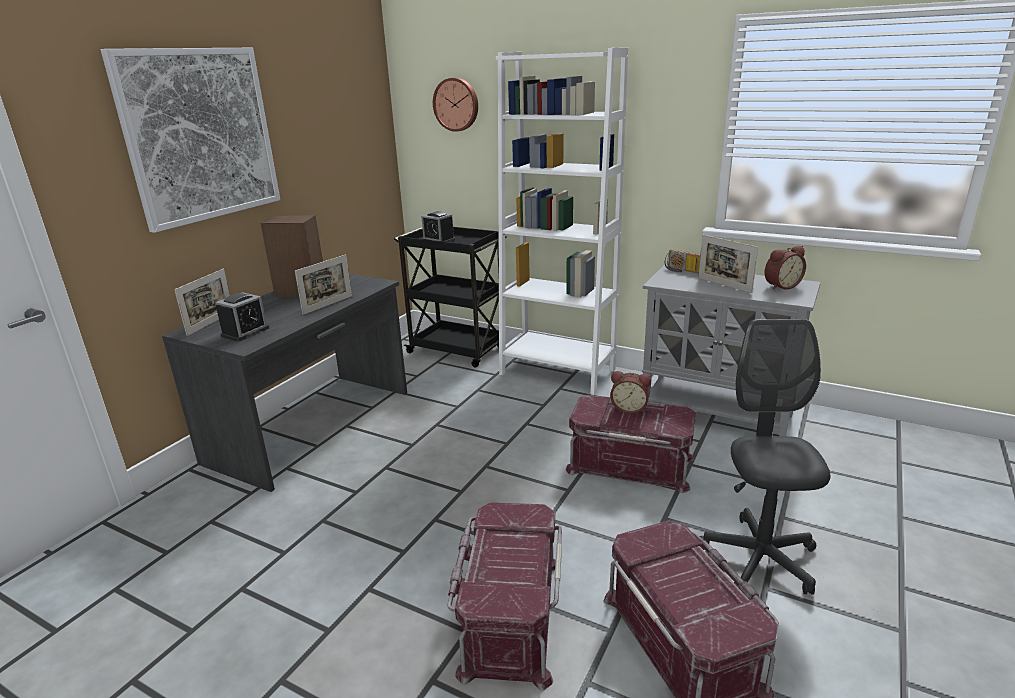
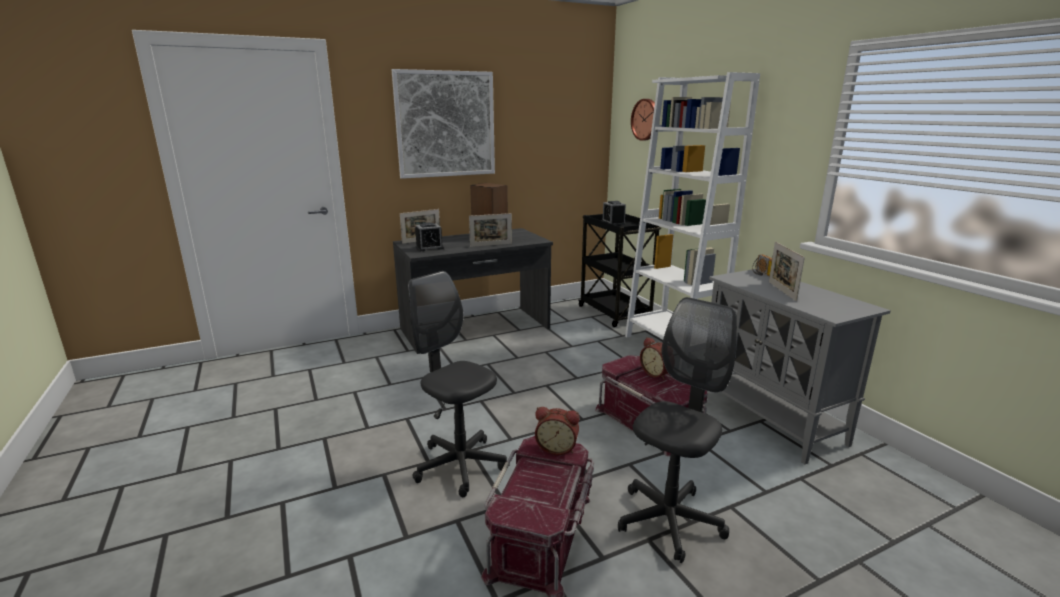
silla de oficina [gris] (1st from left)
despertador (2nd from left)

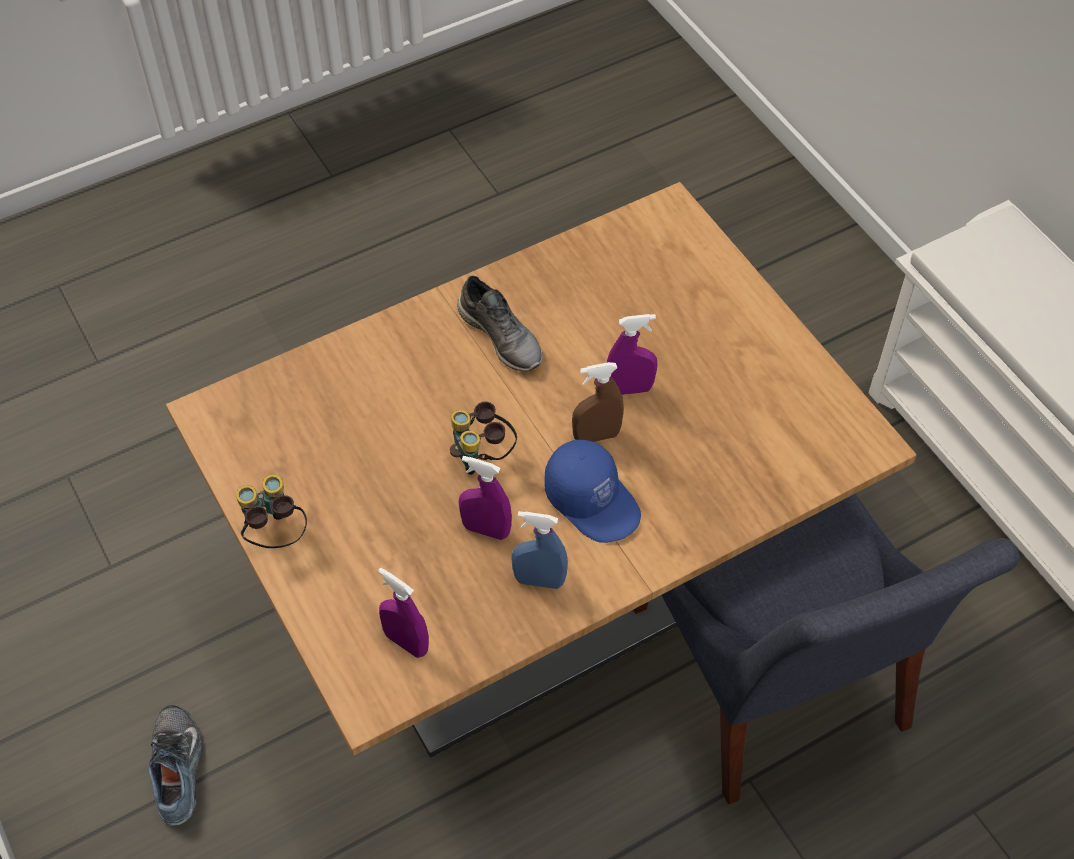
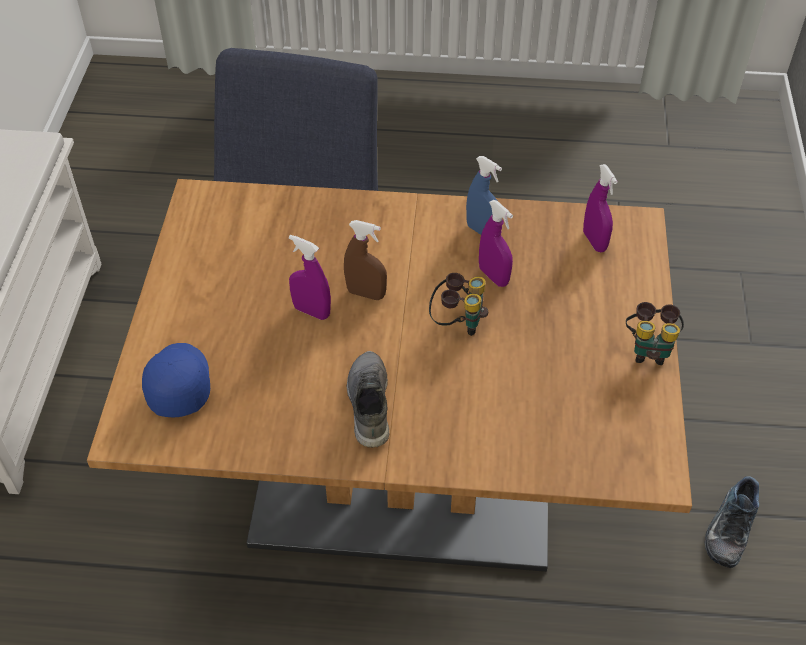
gorra [azul]

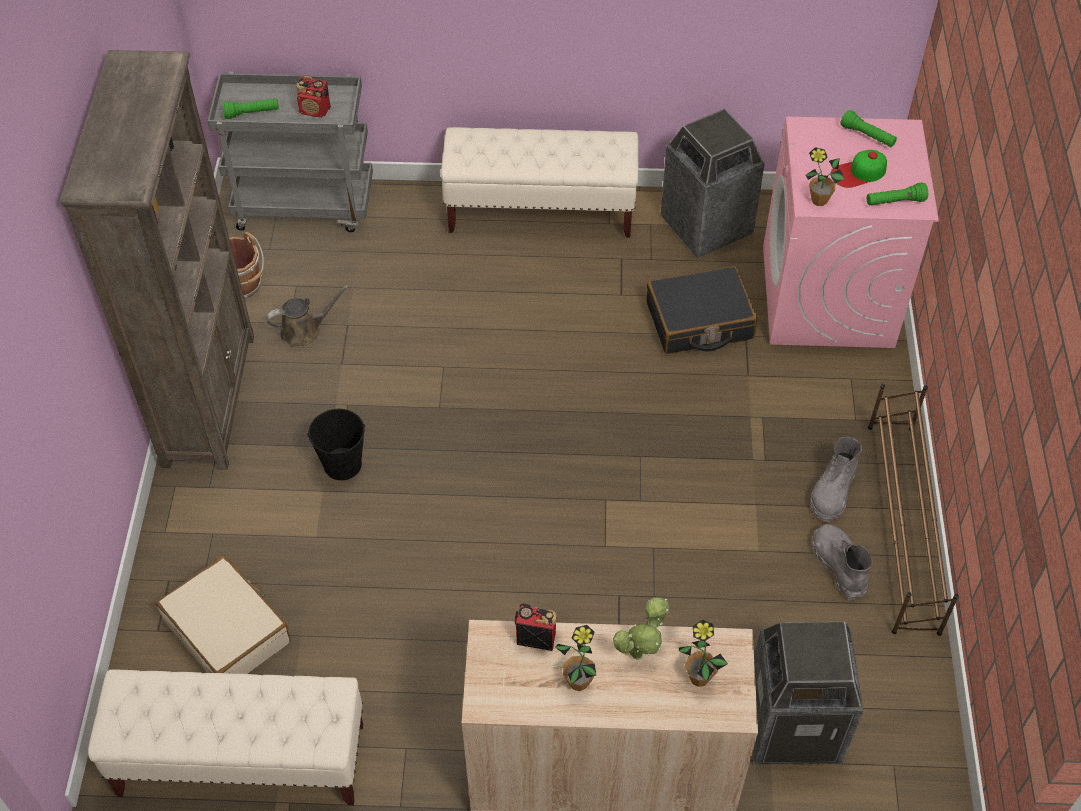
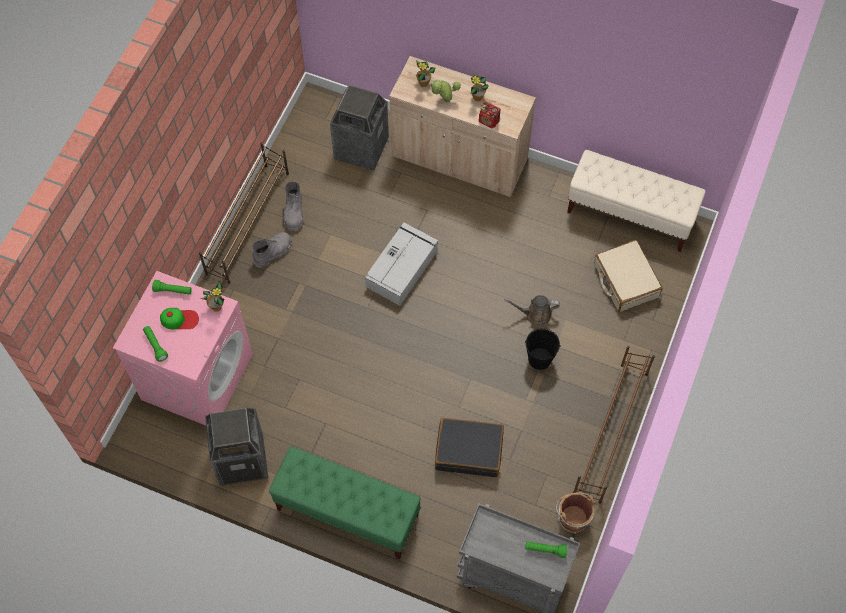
banco [verde]
caja de almacenaje [gris]
maleta [negro]
regadera [marrón]
zapatero [marrón] (2nd from left)
radio (1st from left in the first image)

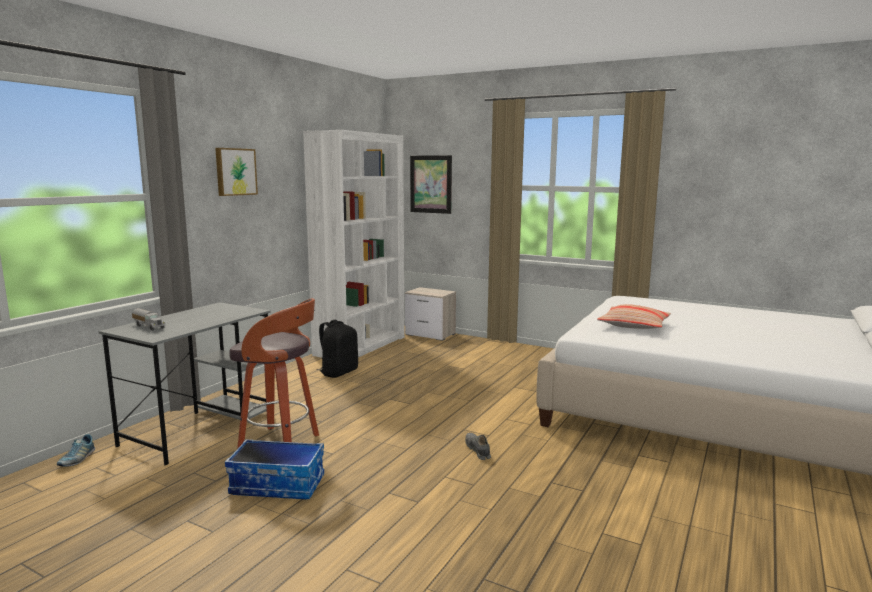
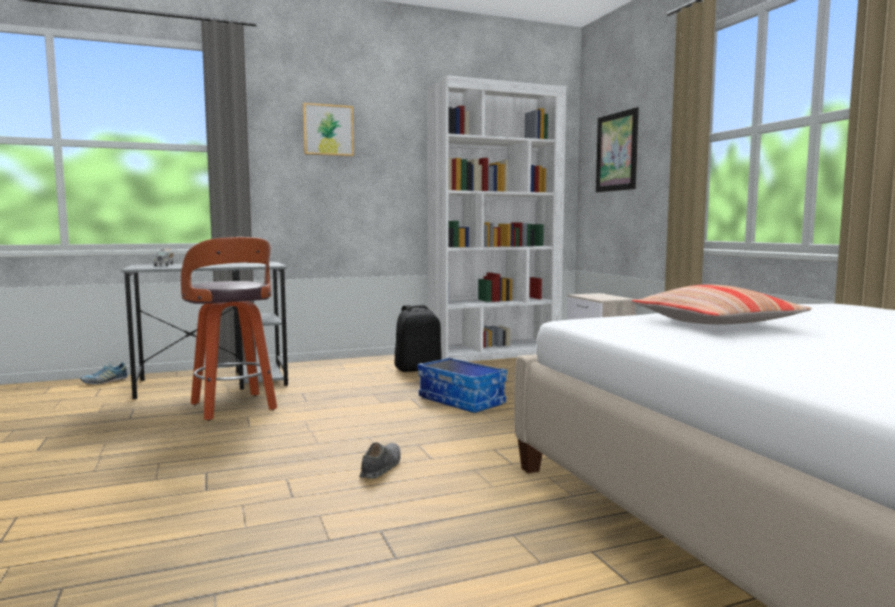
caja de almacenaje

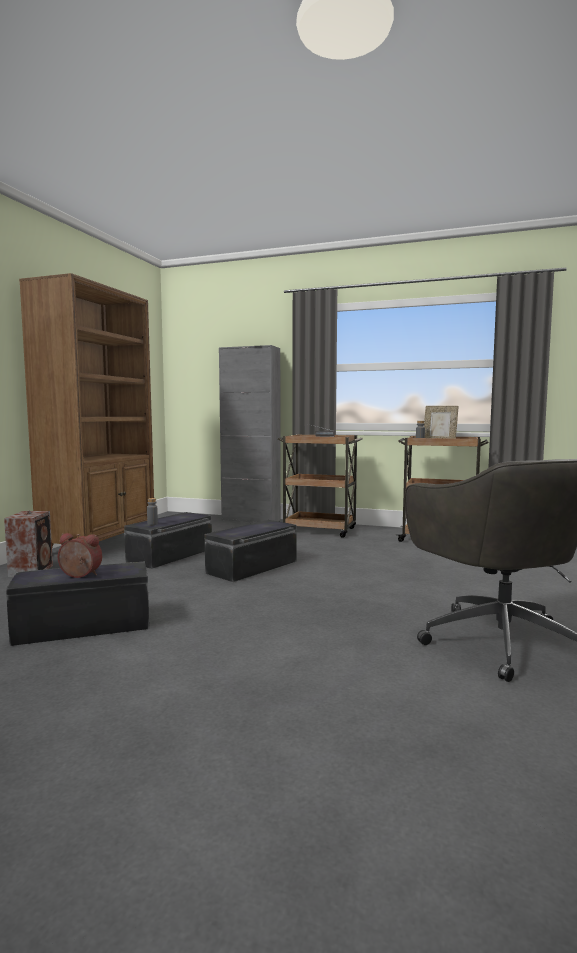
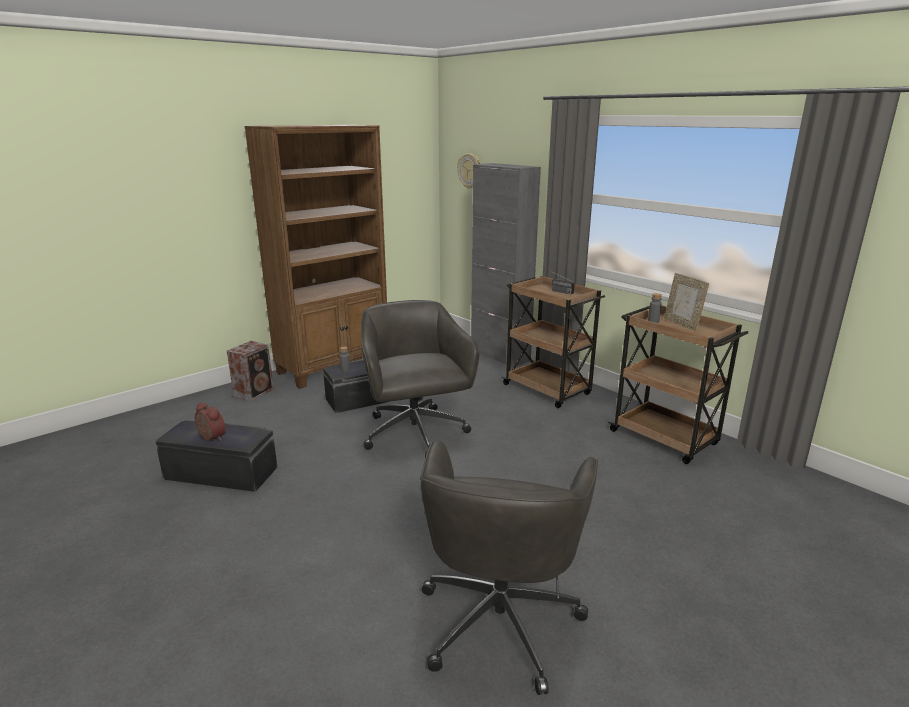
silla de oficina [gris] (1st from left)
reloj de pared

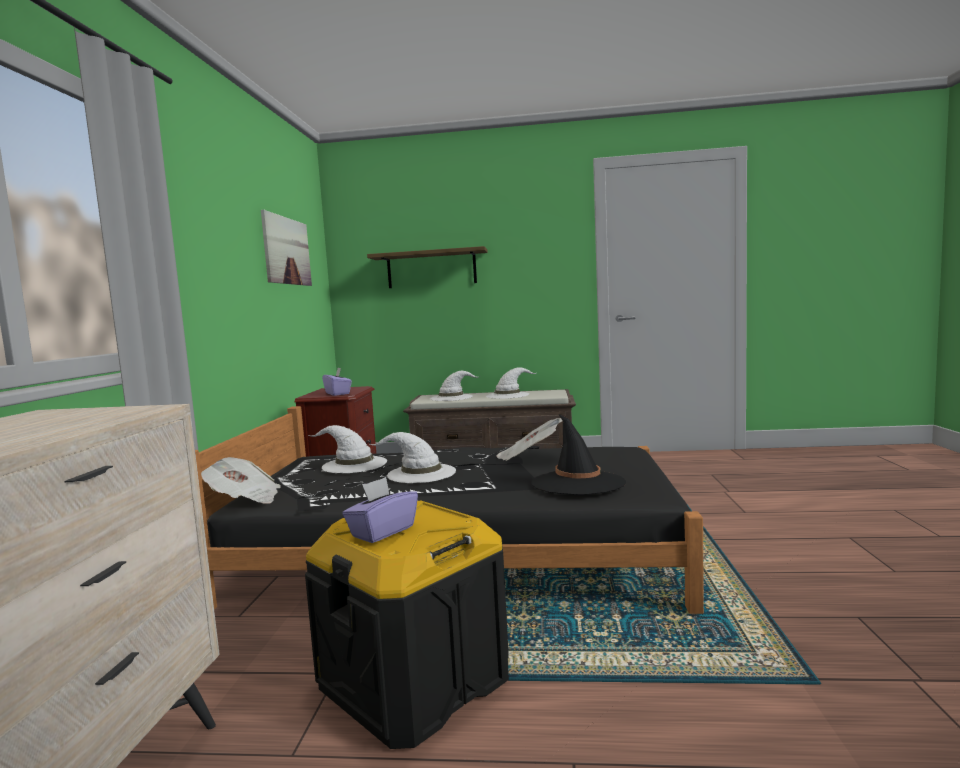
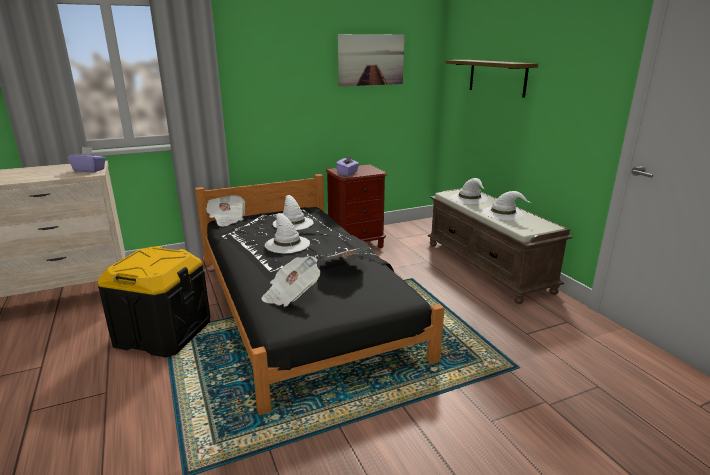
caja de pañuelos [morado] (1st from left)
periódico (2nd from left)

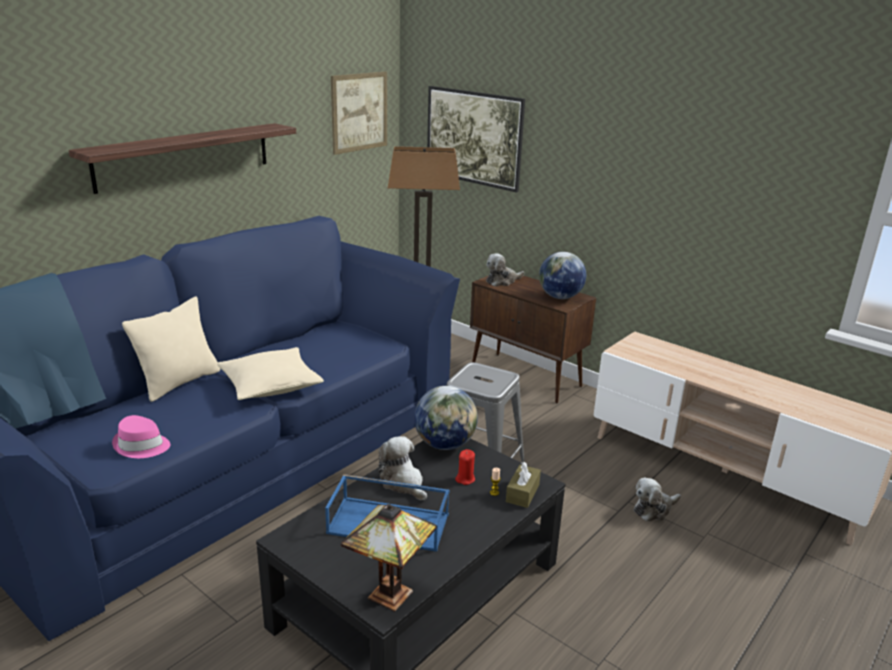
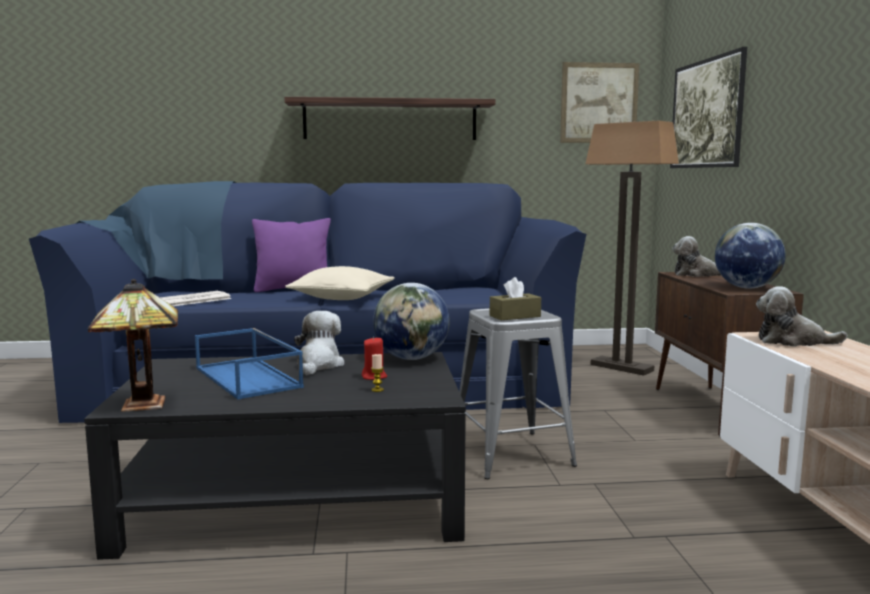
periódico
cojín [morado]
caja de pañuelos [marrón]
peluche (3rd from left)

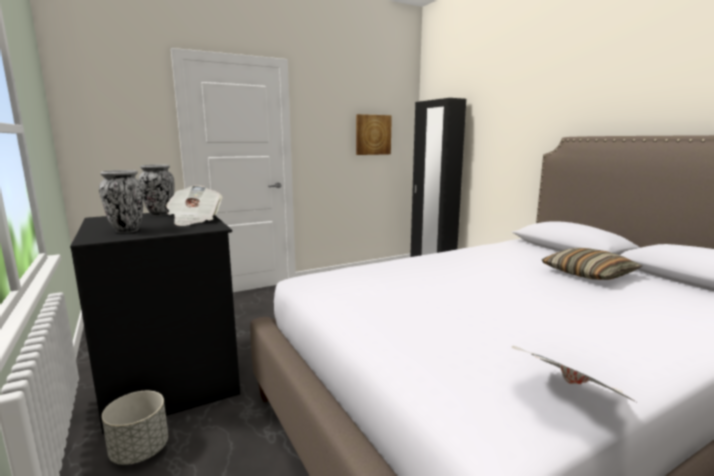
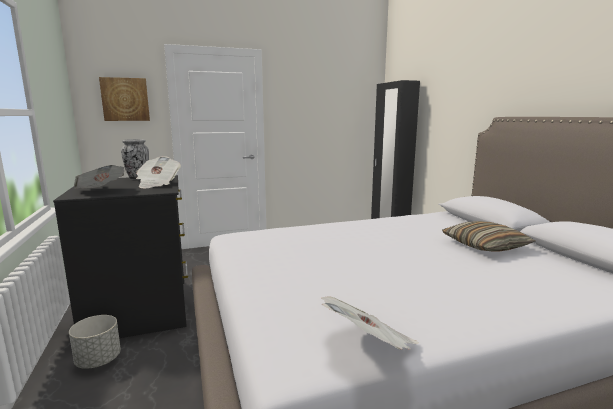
periódico (1st from left)
cuadro

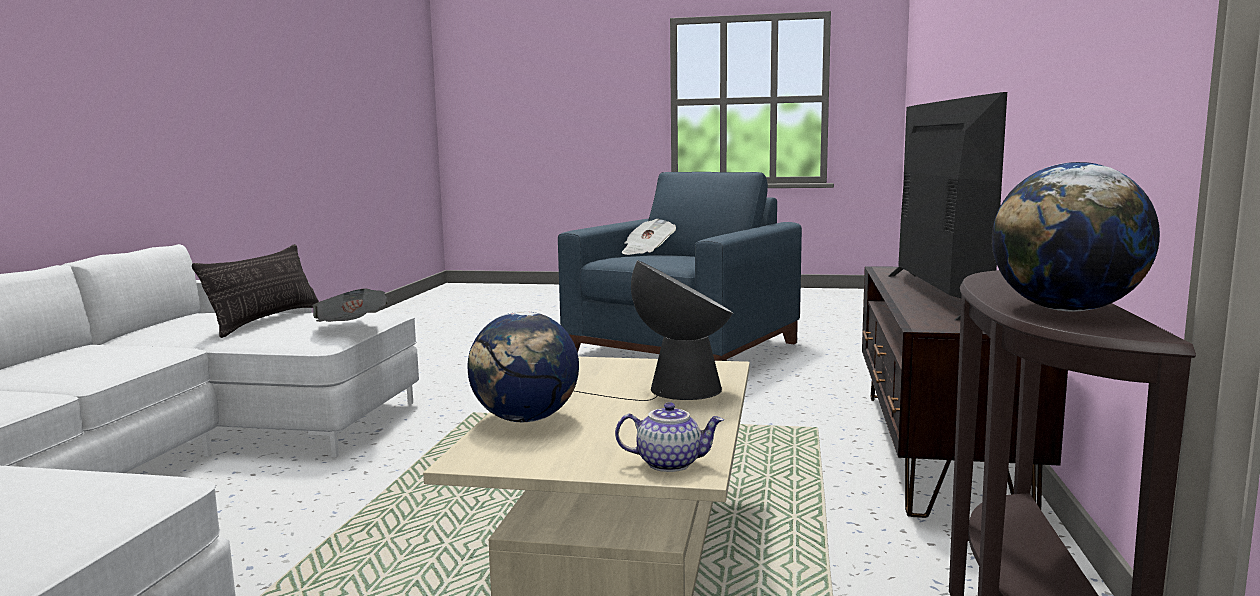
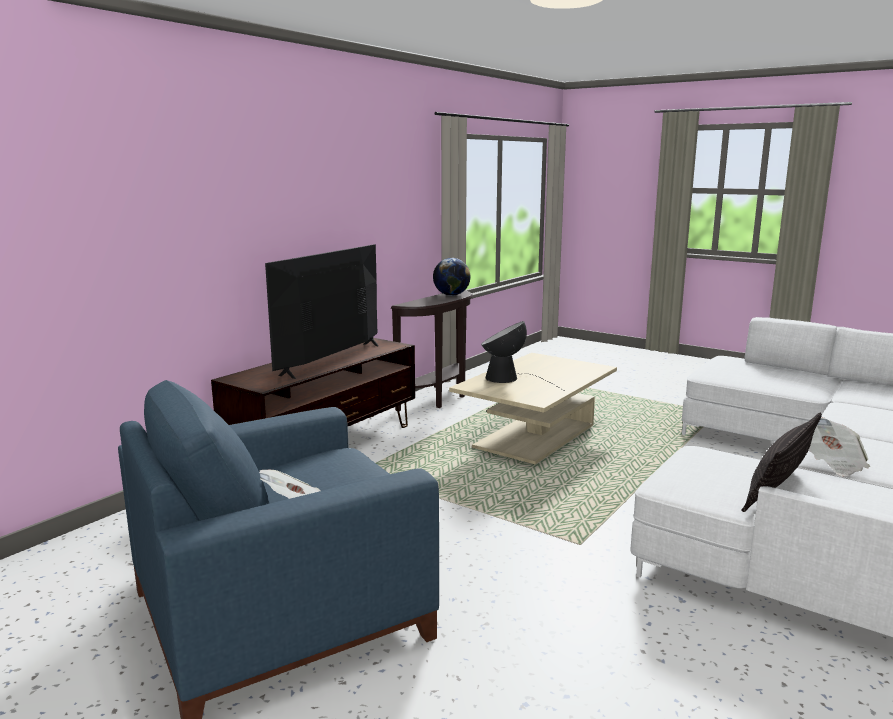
periódico (2nd from left)
globo terráqueo (1st from left in the first image)
tetera

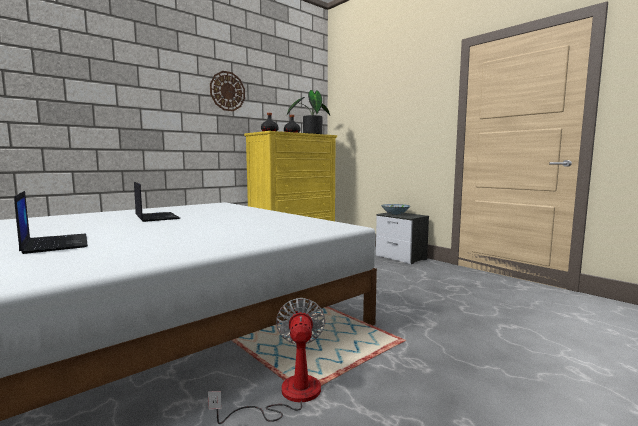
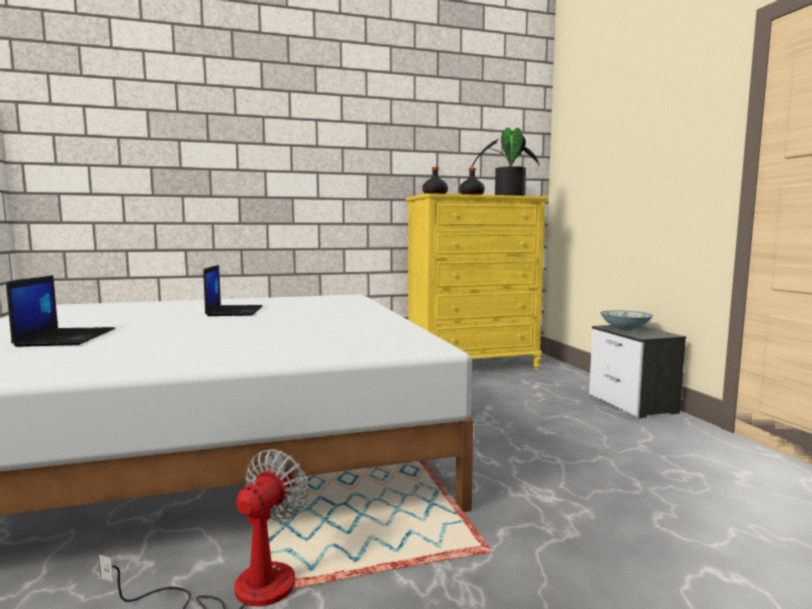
reloj de pared

